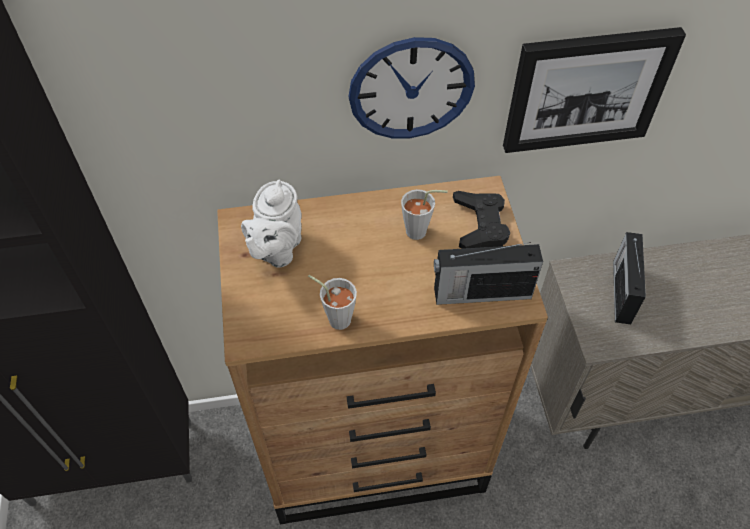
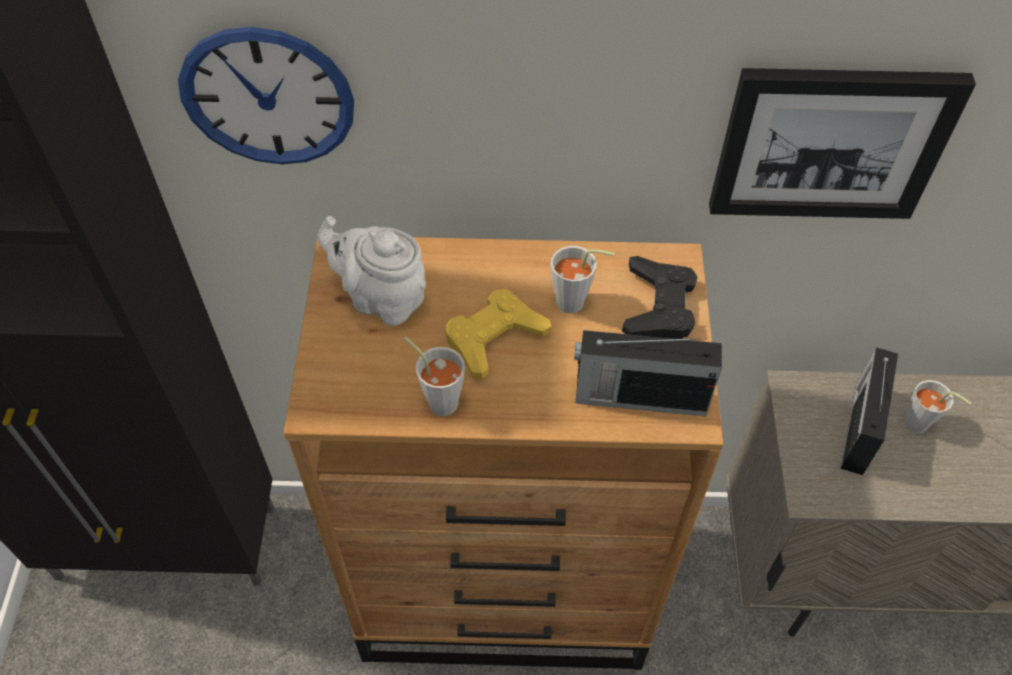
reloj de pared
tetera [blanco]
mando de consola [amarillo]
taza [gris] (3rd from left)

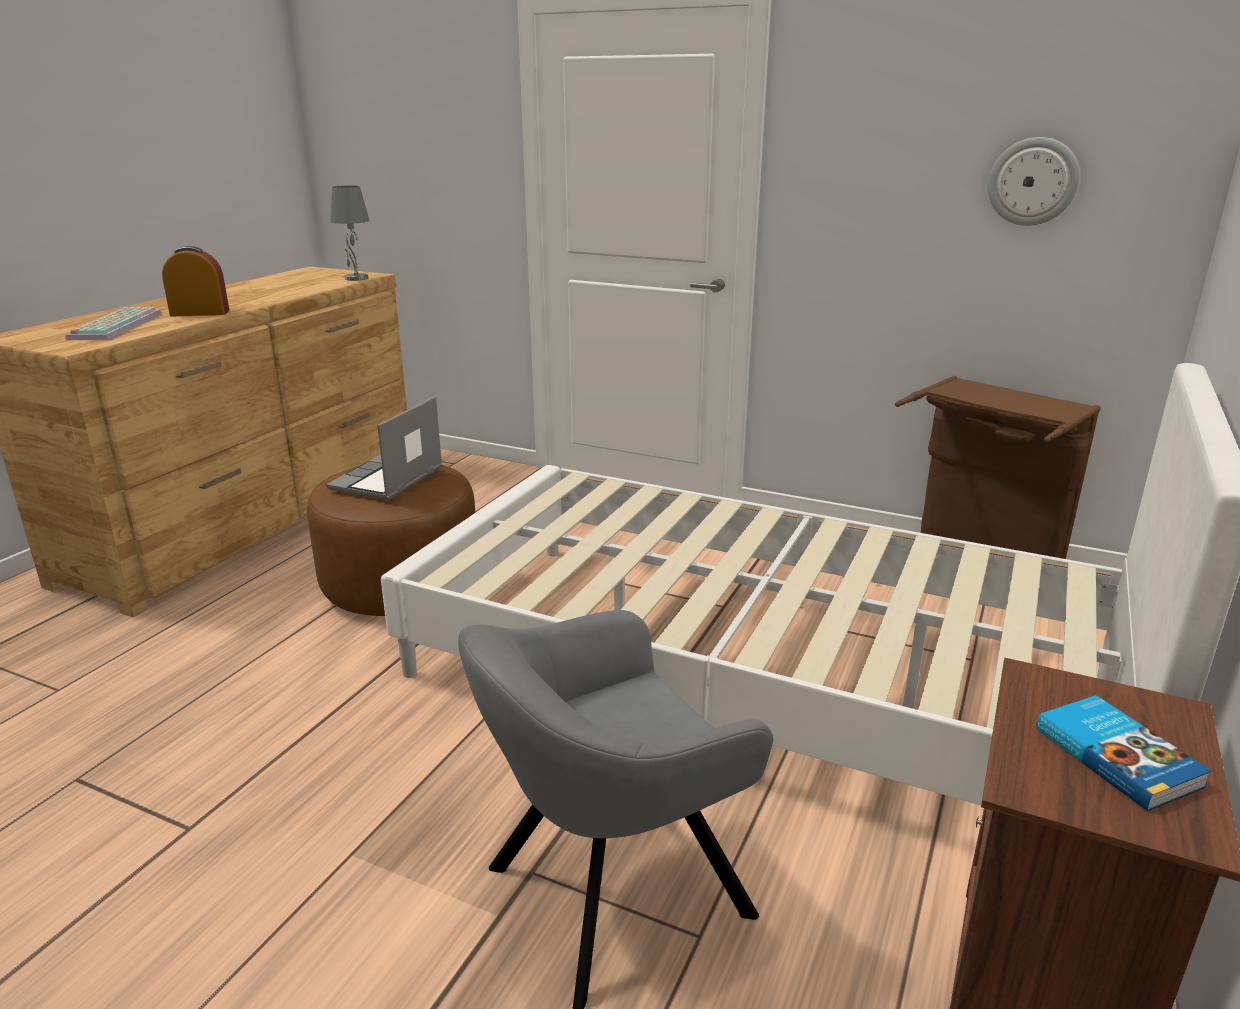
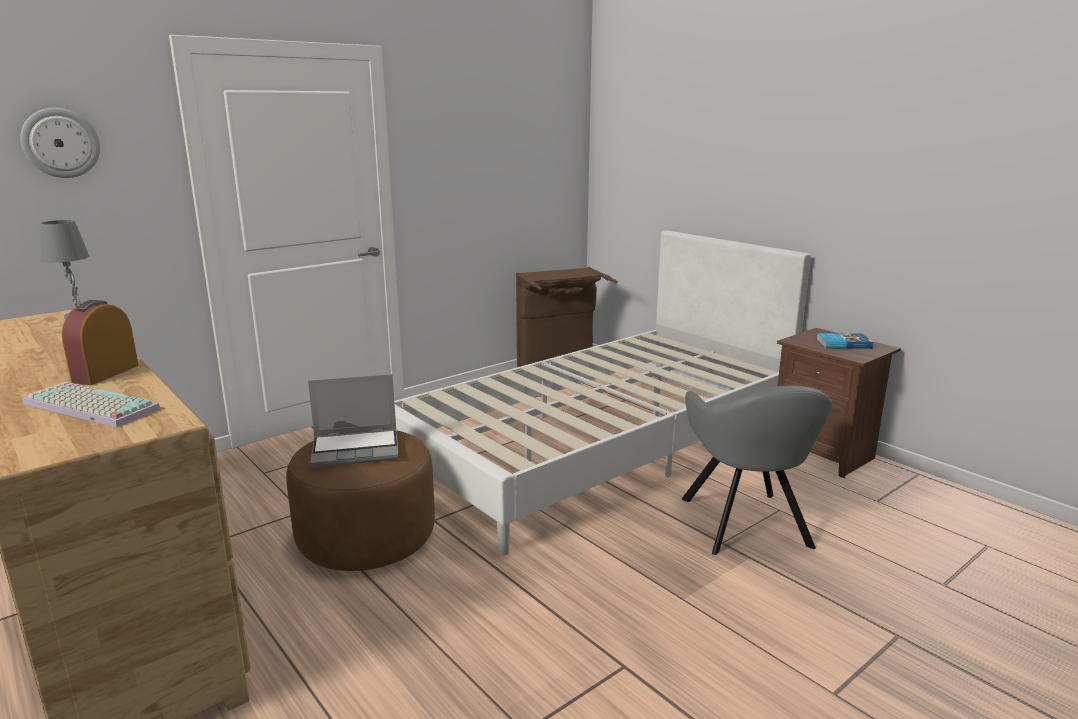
reloj de pared
portátil

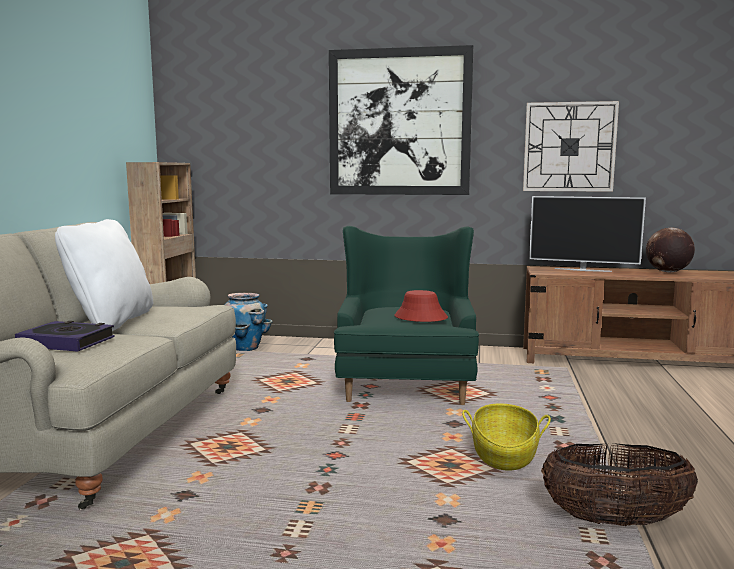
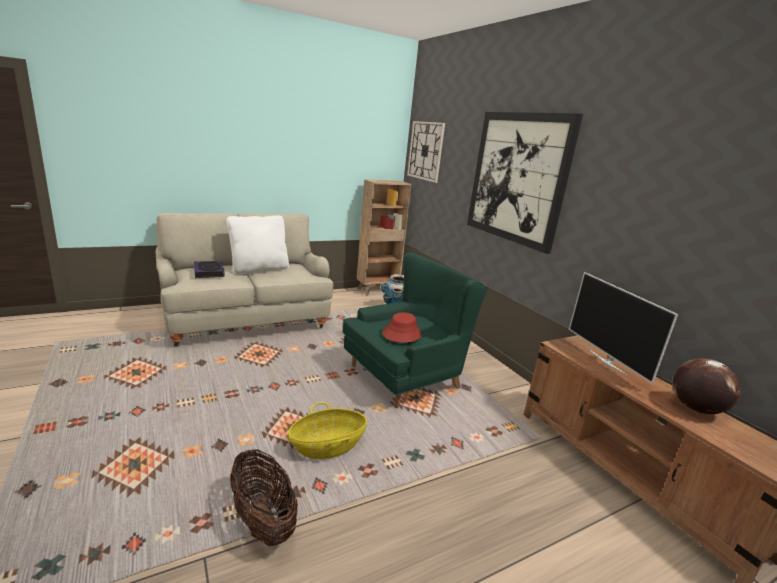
reloj de pared

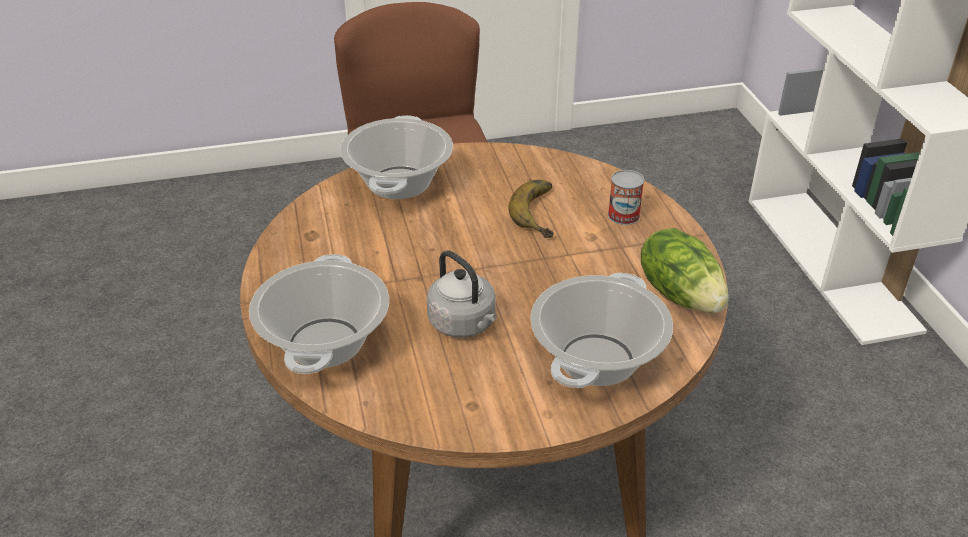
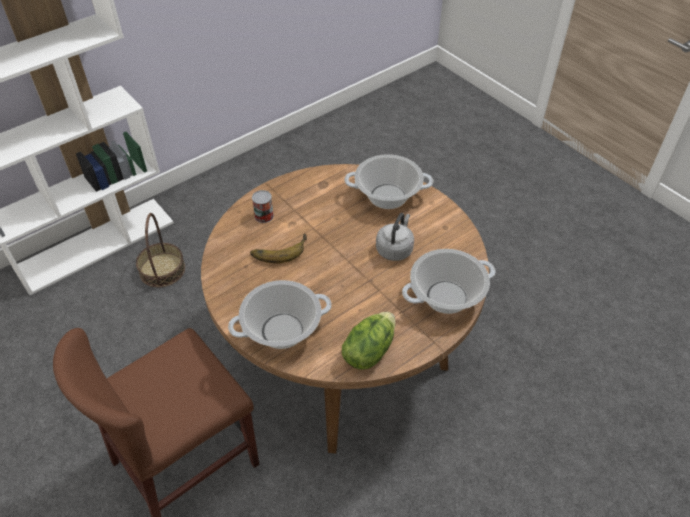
cesta
lechuga

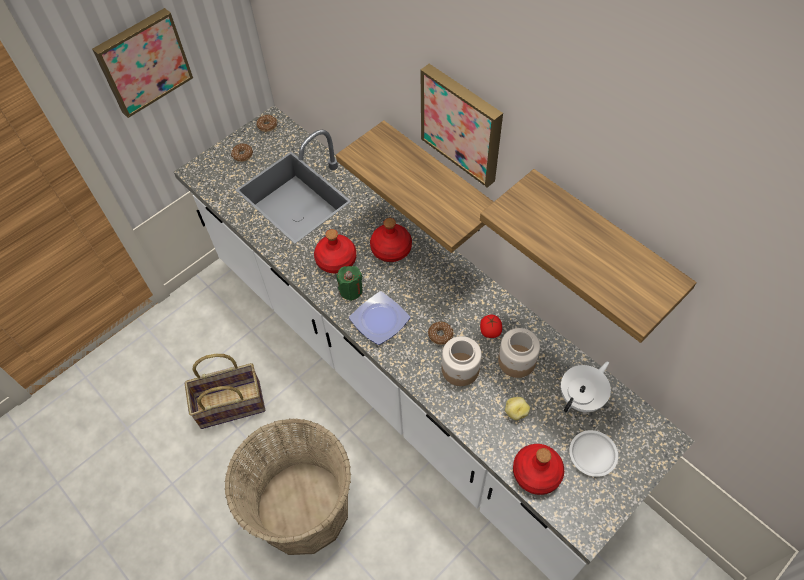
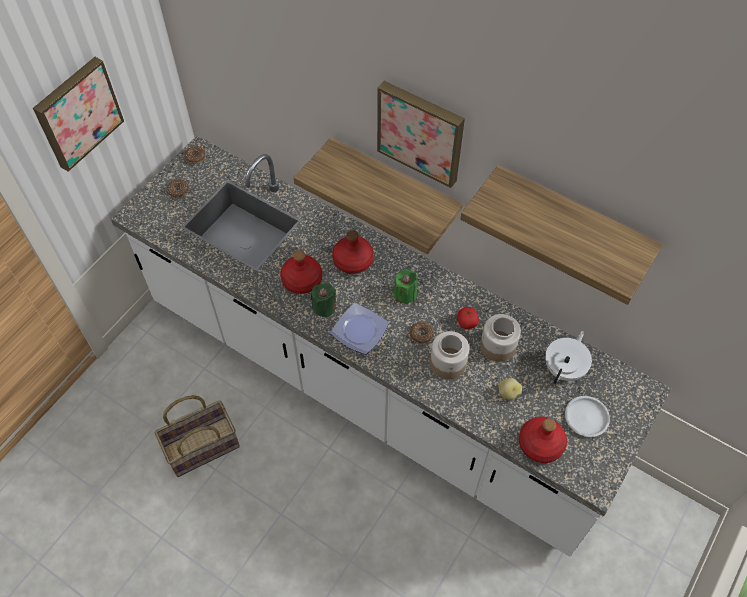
vela [verde] (2nd from left)
cesta (2nd from left in the first image)

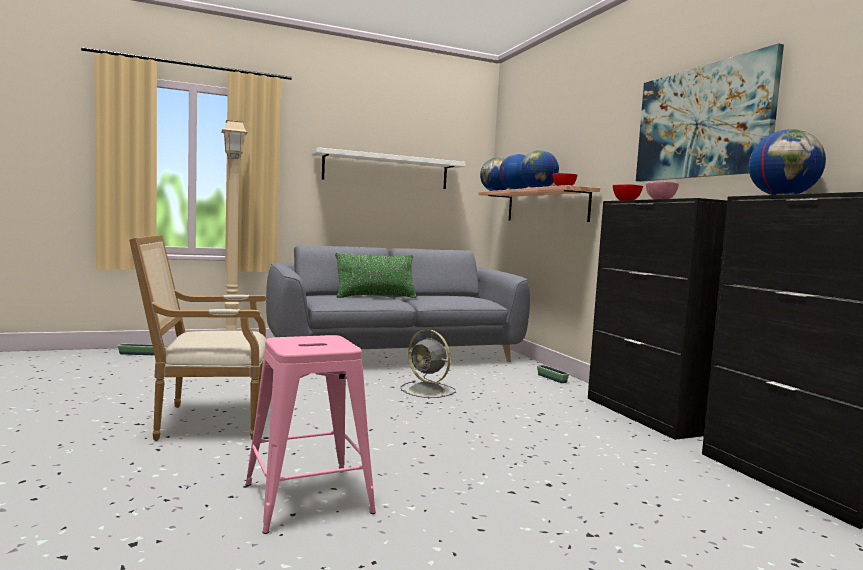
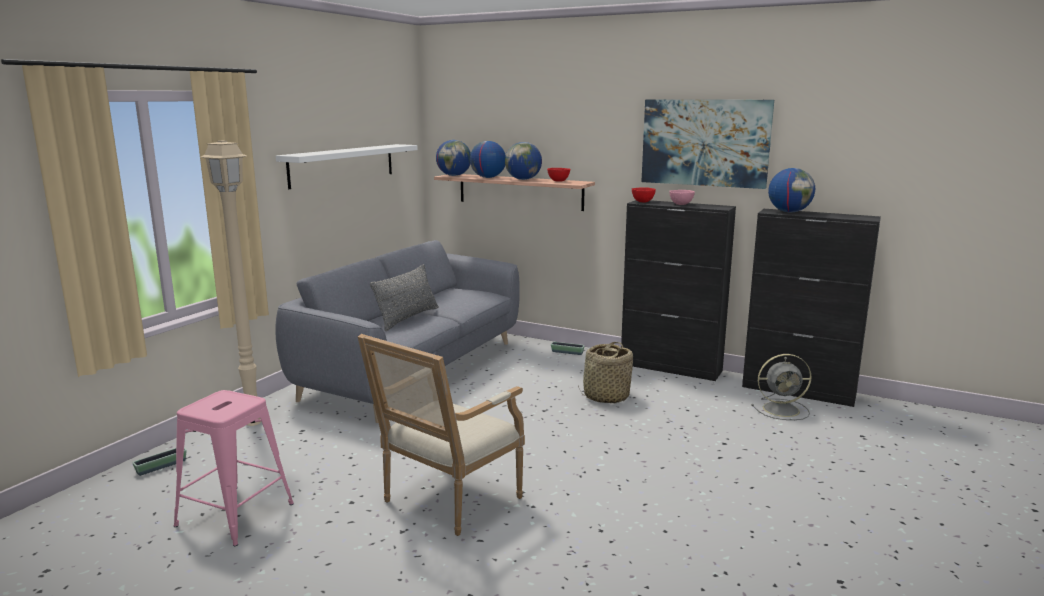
taburete [rosa]
cojín [gris]
cesta
ventilador [gris]

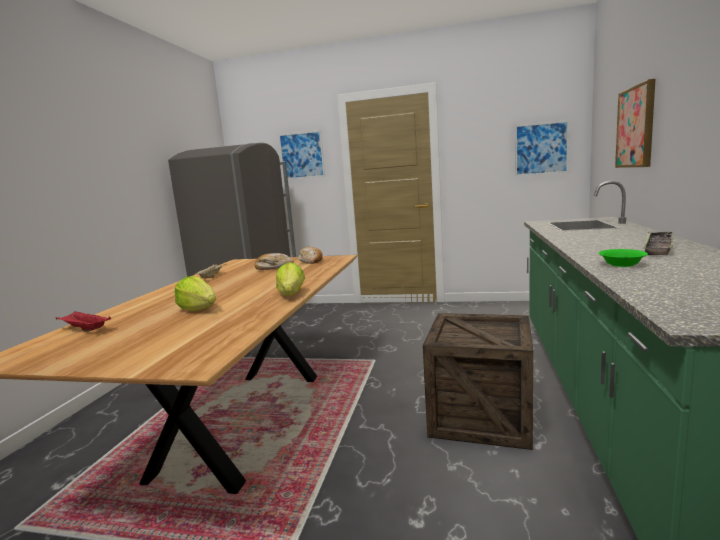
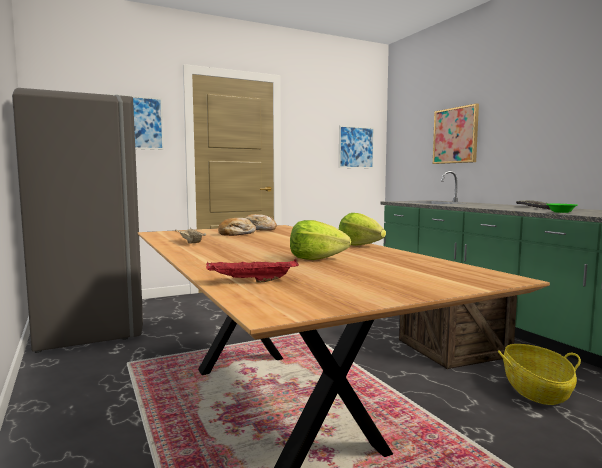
cesta

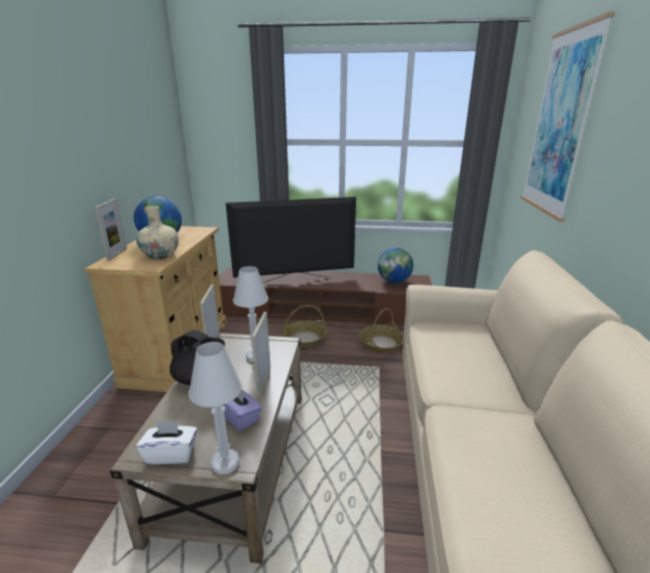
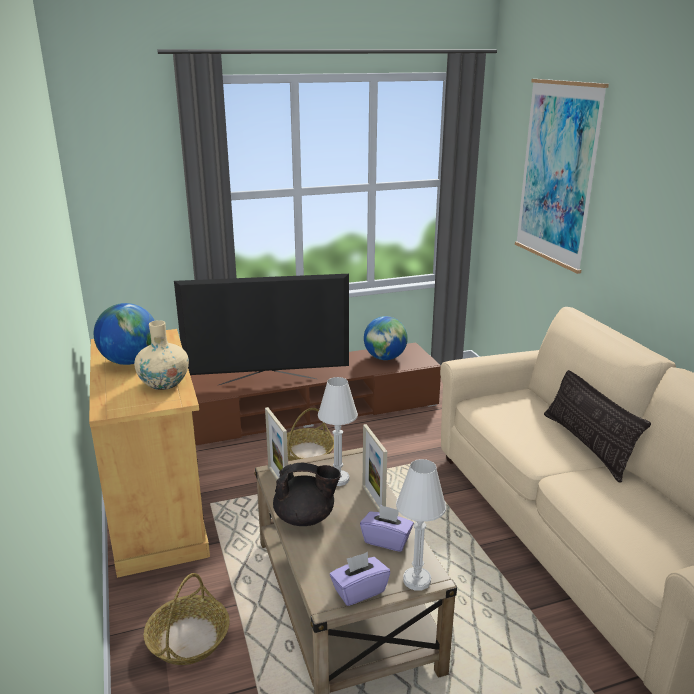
cesta (1st from left)
televisor
caja de pañuelos [morado] (1st from left)
cojín
portarretratos (1st from left in the first image)

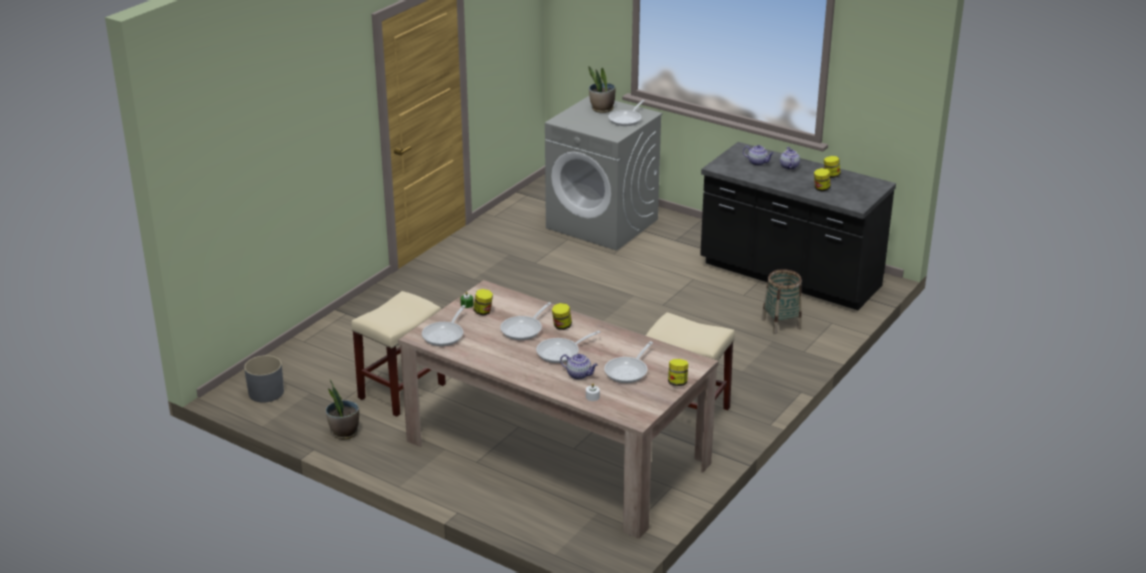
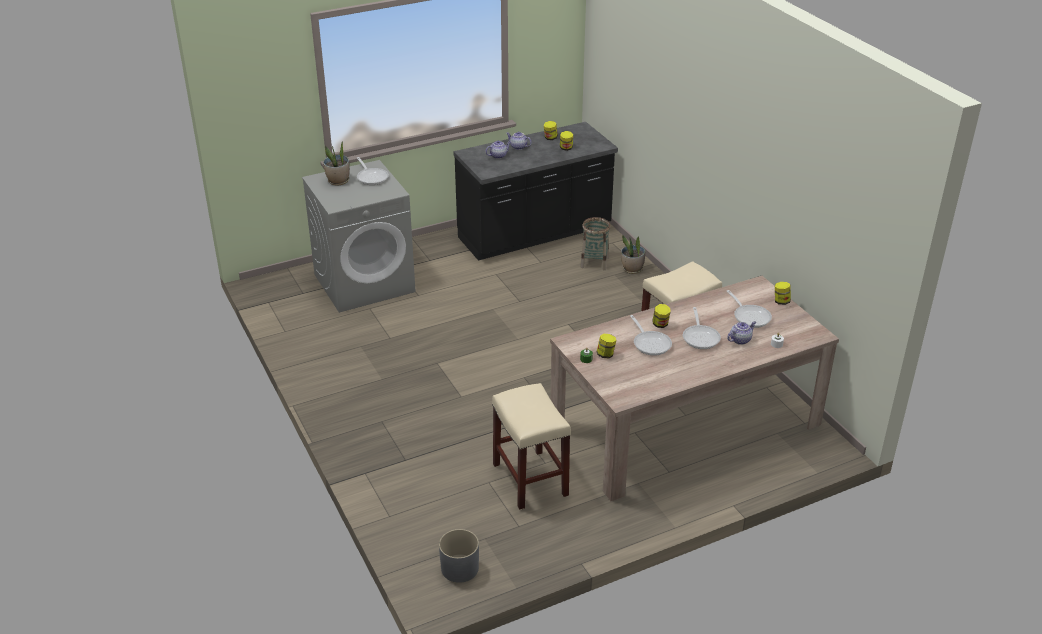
planta en maceta (2nd from left)
sartén (1st from left in the first image)

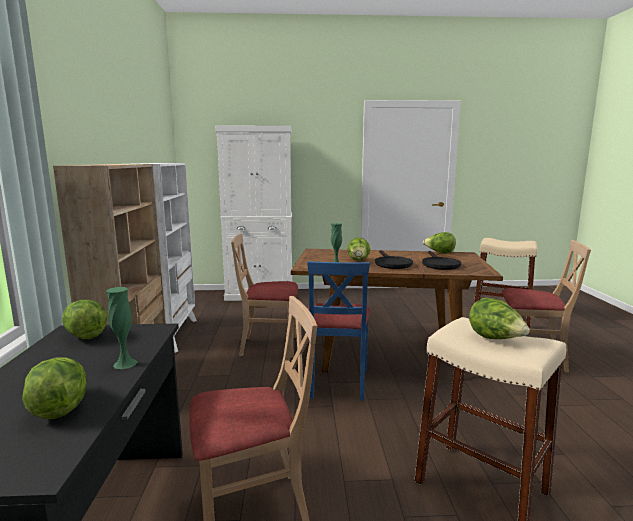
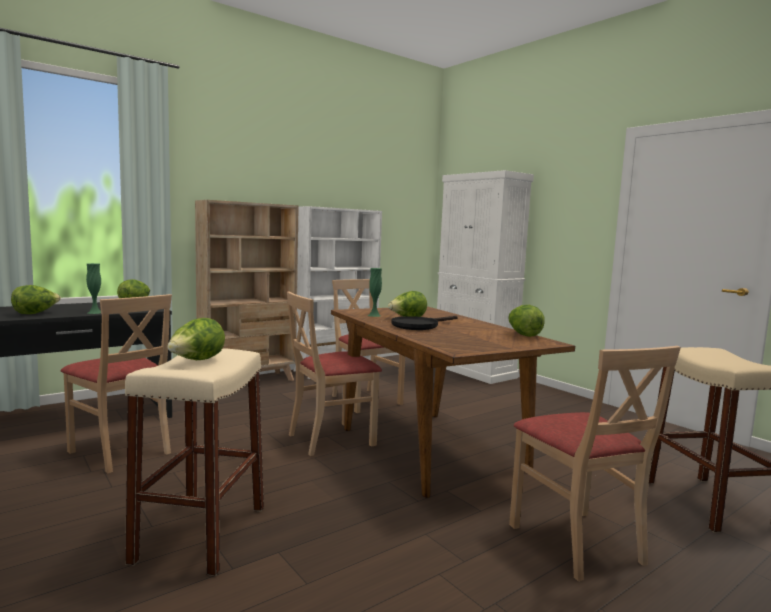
silla [beis] (2nd from left)
sartén [negro] (2nd from left in the first image)

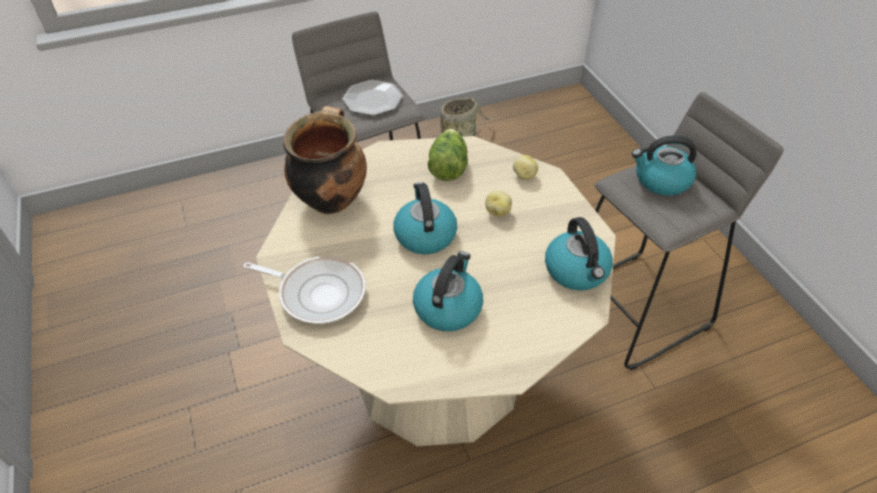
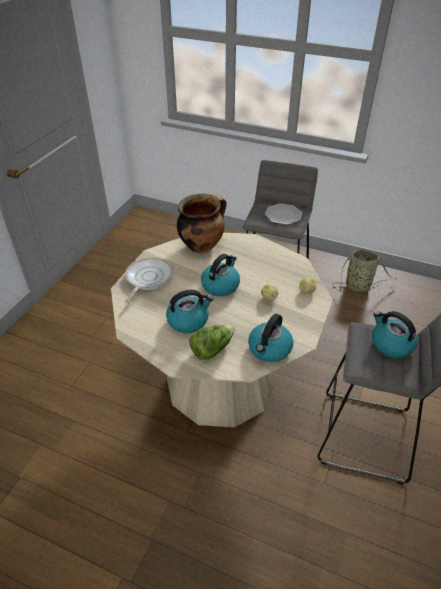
sartén
lechuga

